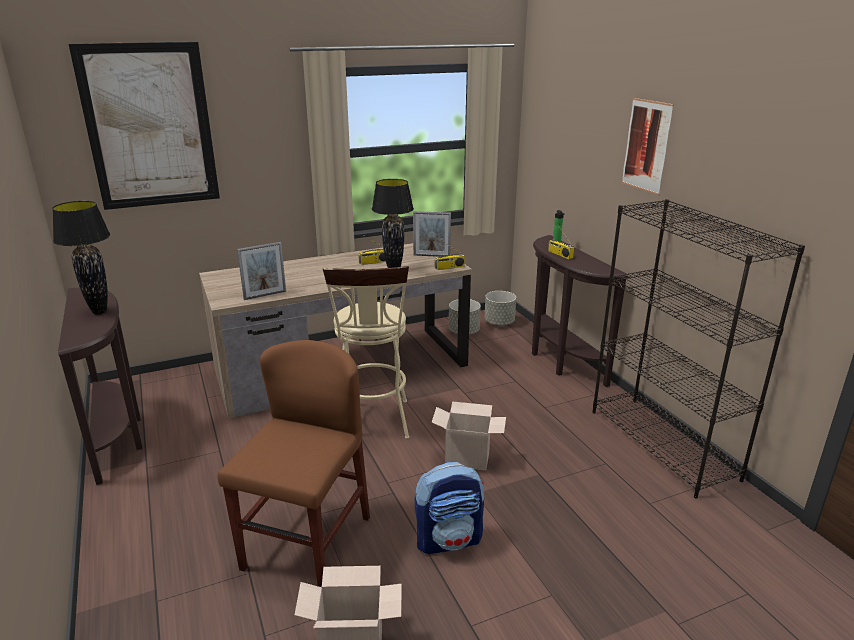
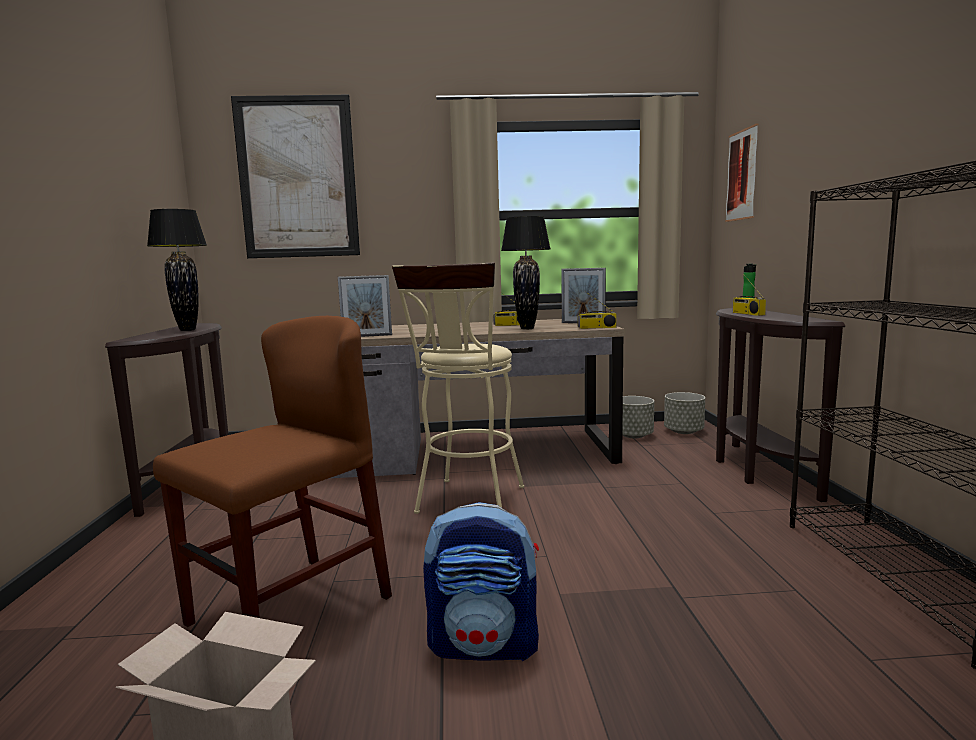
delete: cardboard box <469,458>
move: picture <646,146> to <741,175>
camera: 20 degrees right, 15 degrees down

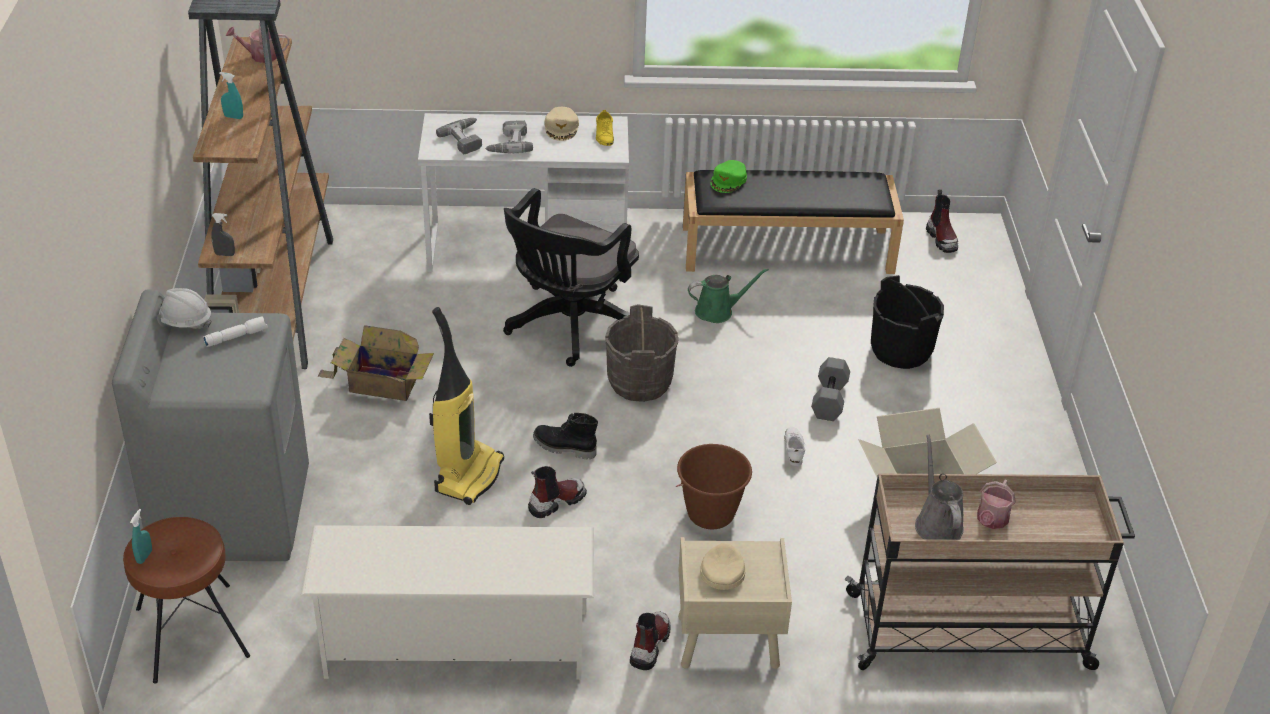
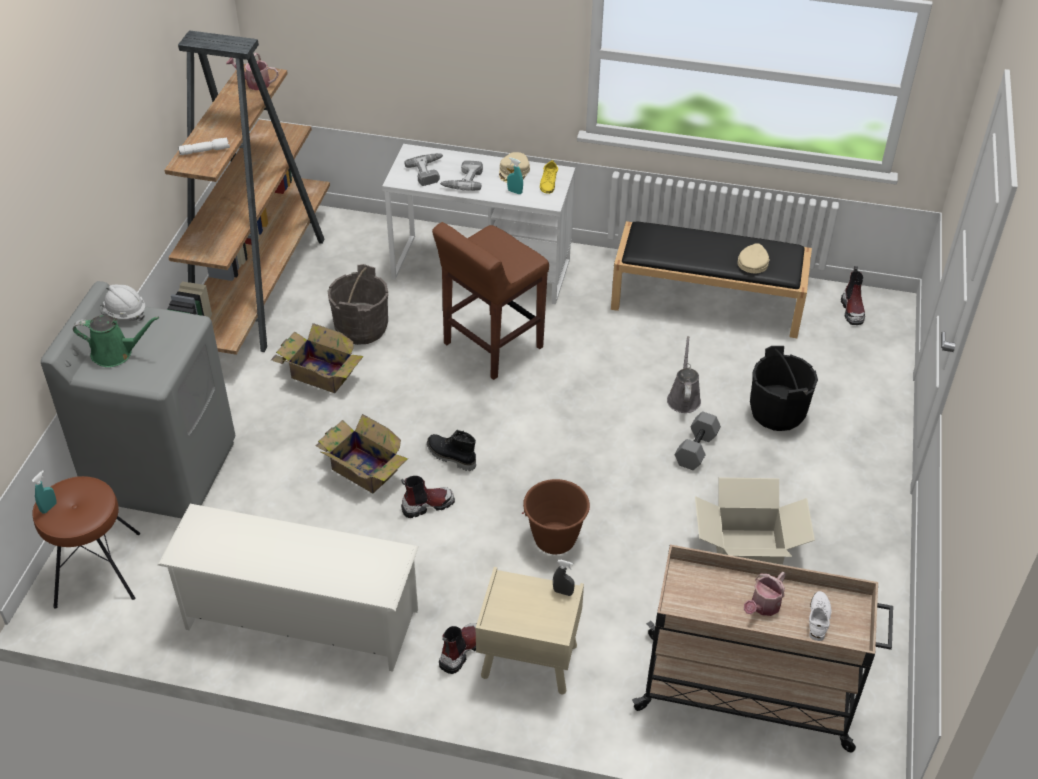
delete: baseball cap/green-coloured <728,180>
move: hand torch/whitish <236,336> to <205,151>; sprayer/gray <225,254> to <563,592>; sprayer/turquoise-coloured <233,117> to <515,192>; water bucket/gray <639,382> to <361,328>; watering can/green-coloured <718,311> to <116,353>; baseball cap/sand-coloured <722,570> to <753,262>; low shoe/whitish <794,449> to <818,618>; watering can/gray <937,523> to <683,398>
replace: vacuum <468,475> to cardboard box <362,468>; computer chair/black <568,327> to stool/brown <491,346>
camera: 15 degrees right, 5 degrees up

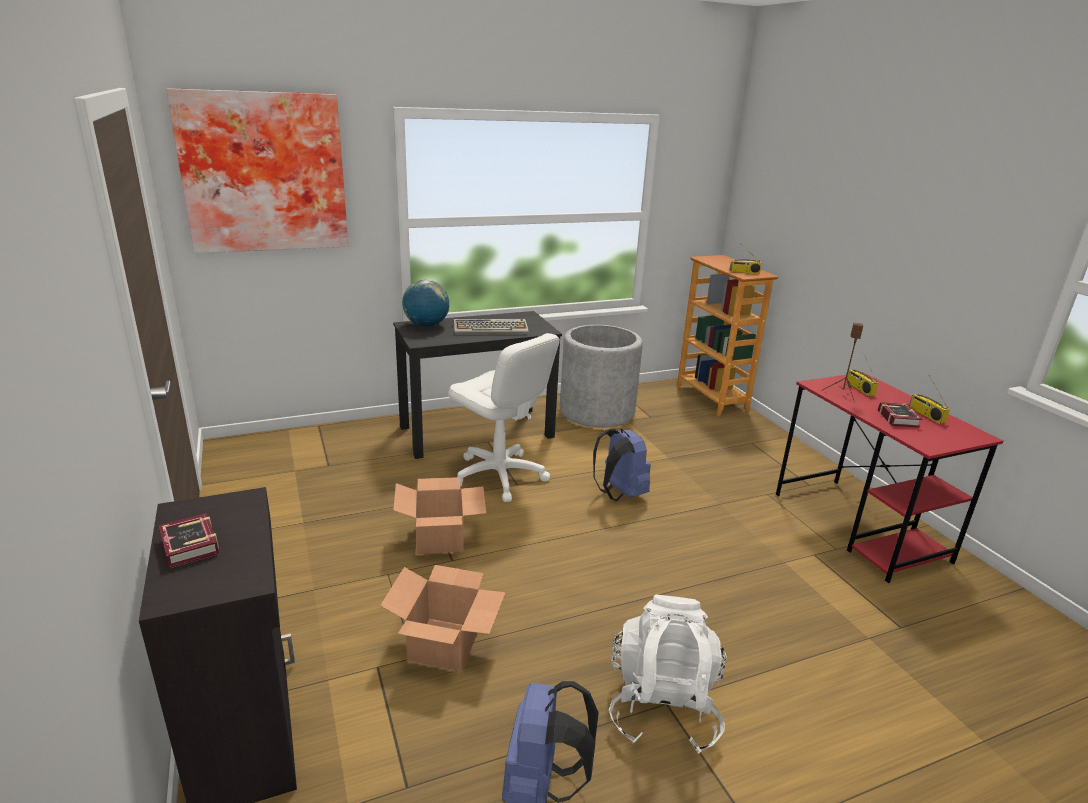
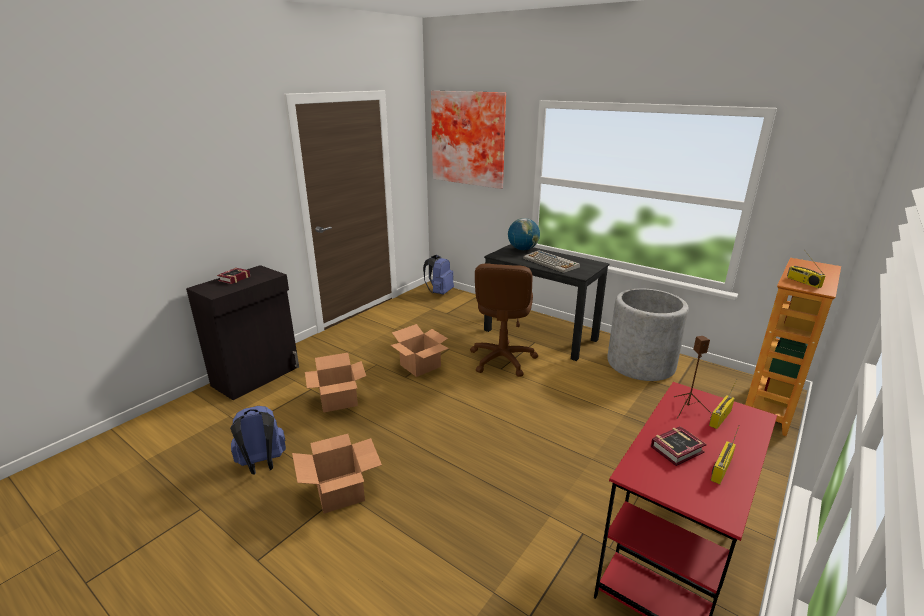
move: rucksack/bluish <619,494> to <439,292>
replace: rucksack/whitish <662,707> to cardboard box <339,491>
recolor: computer chair/whitish <499,476> to computer chair/brown <502,359>
camera: 60 degrees right, 0 degrees up

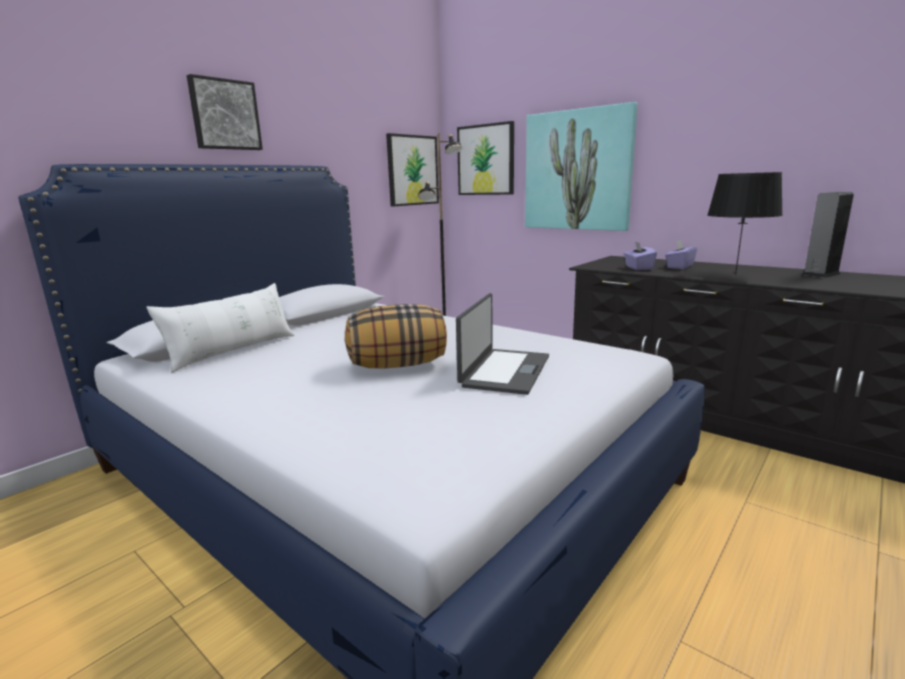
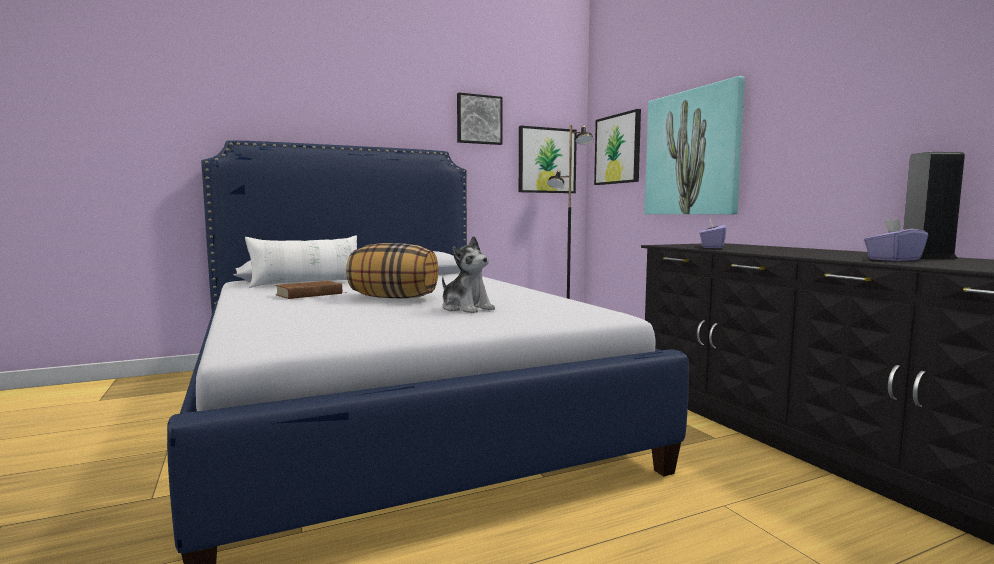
delete: tabletop lamp/black <735,274>
insert: book/brown <309,294>
move: picture <224,115> to <479,119>; tissue holder/purple <679,267> to <893,259>
replace: portable computer <504,371> to plush toy <466,308>
camera: 25 degrees right, 10 degrees down

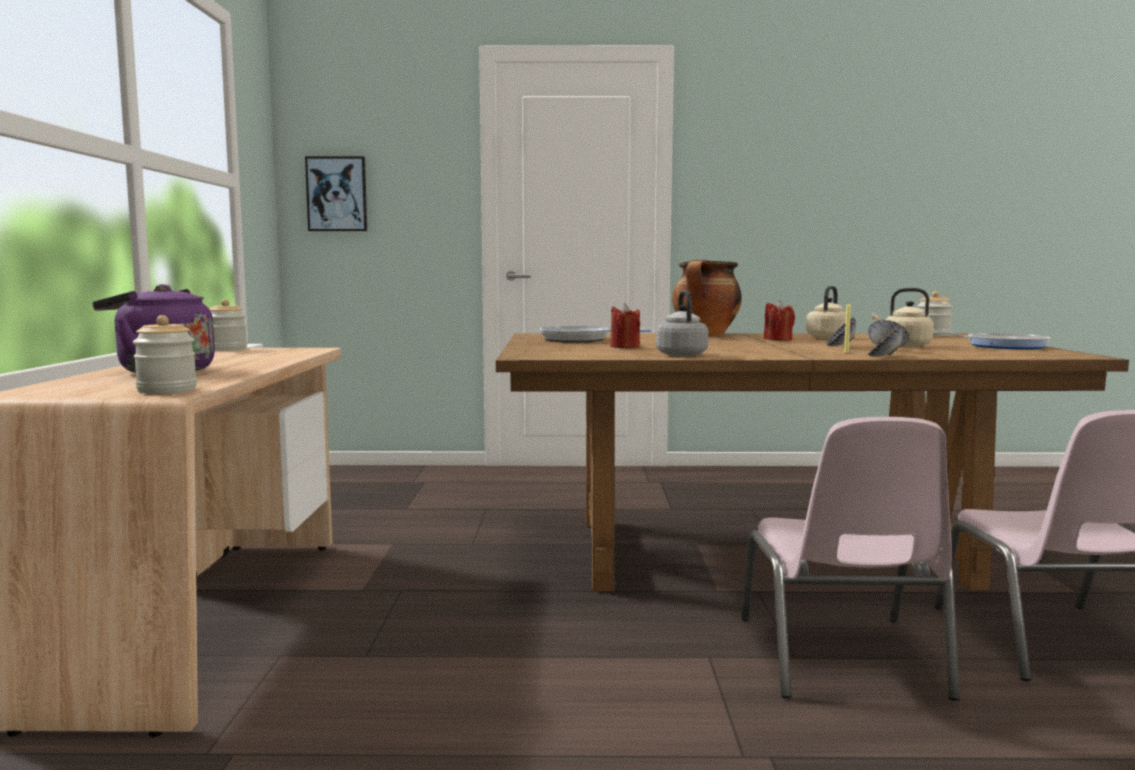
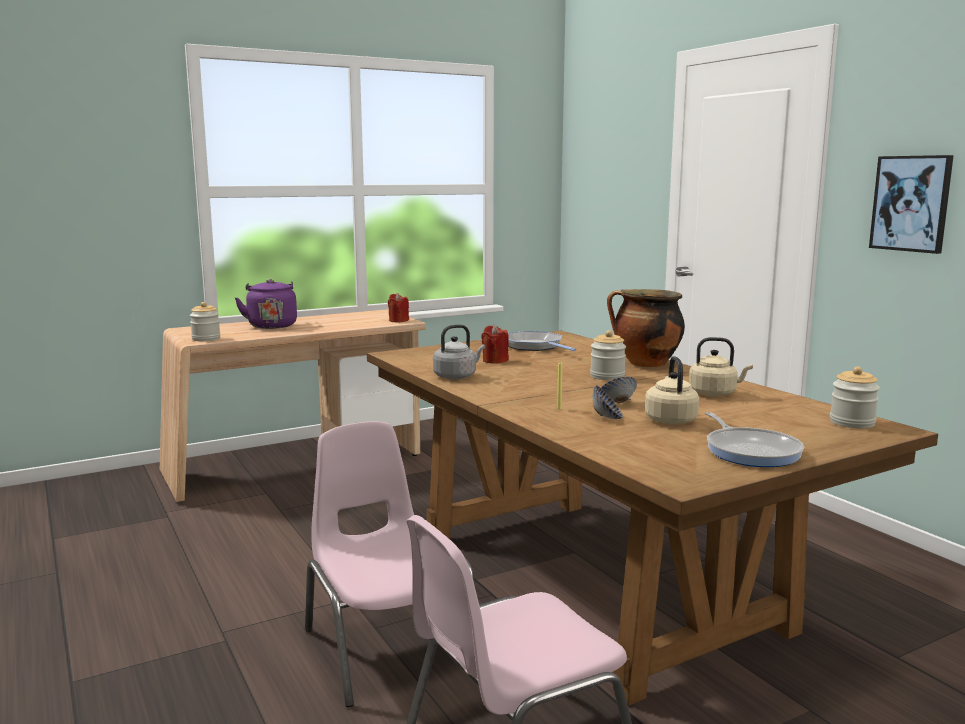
delete: bowl <884,356>
move: storage jar <227,349> to <607,376>; picture <337,194> to <911,203>; candle/red <778,339> to <398,320>
rotate: plain chair/pink-coloured <841,658> = <389,645> 90 degrees clockwise
camera: 60 degrees right, 5 degrees up

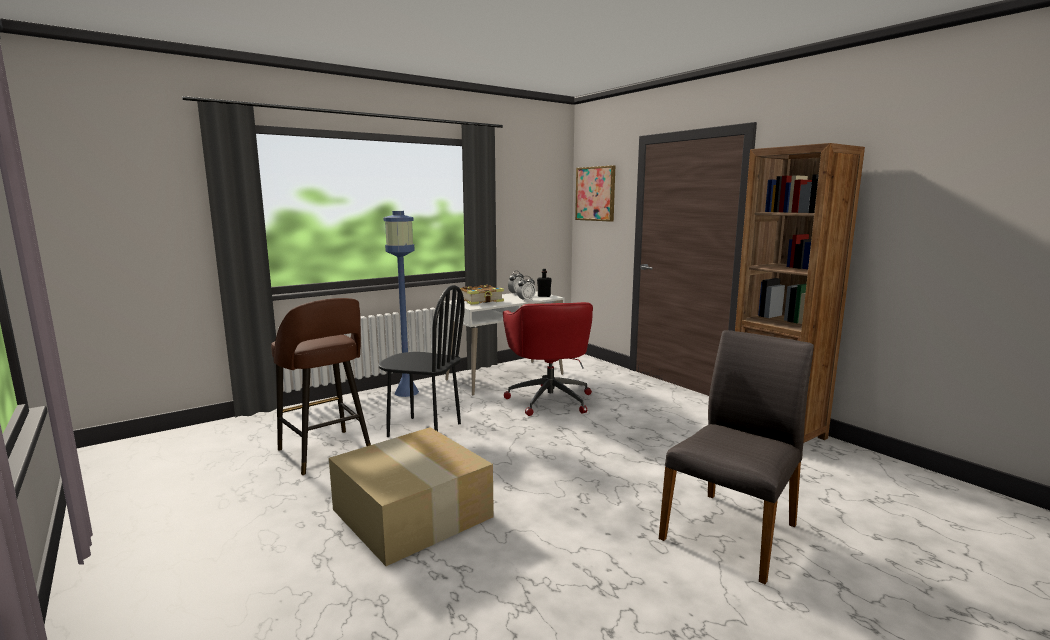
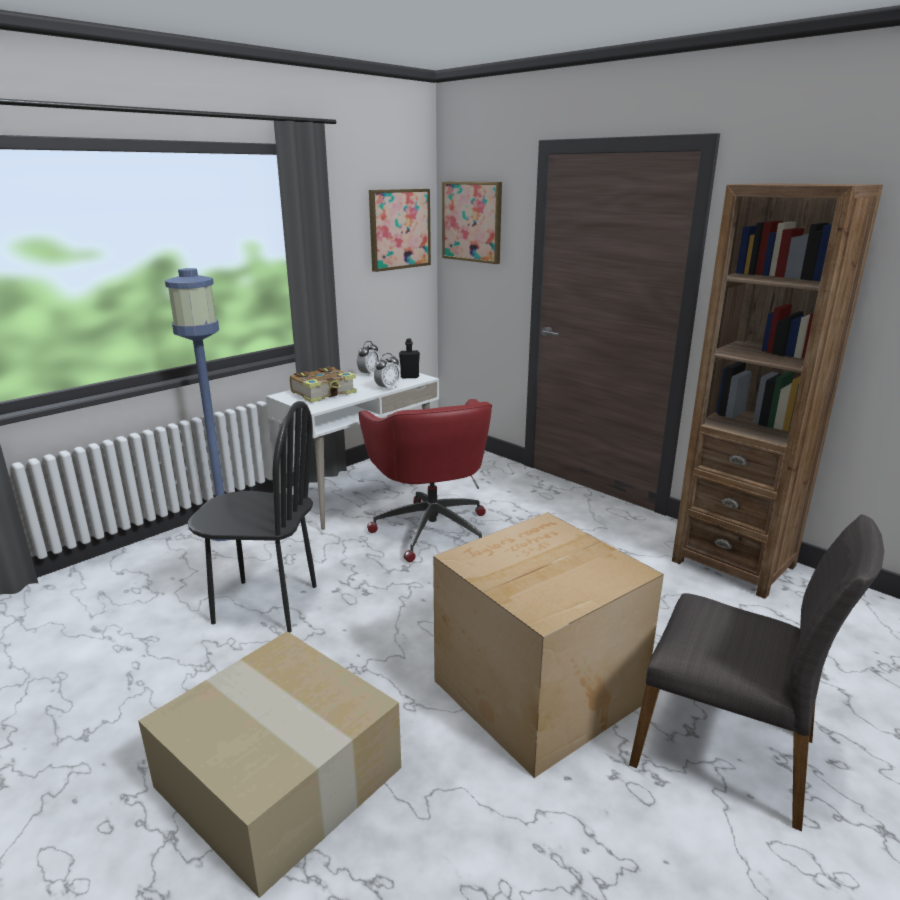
delete: stool/brown <326,452>
insert: picture <399,229>; cardboard box <534,691>
rotate: plain chair/gray <732,531> = <726,750> 90 degrees clockwise
camera: 10 degrees left, 10 degrees up

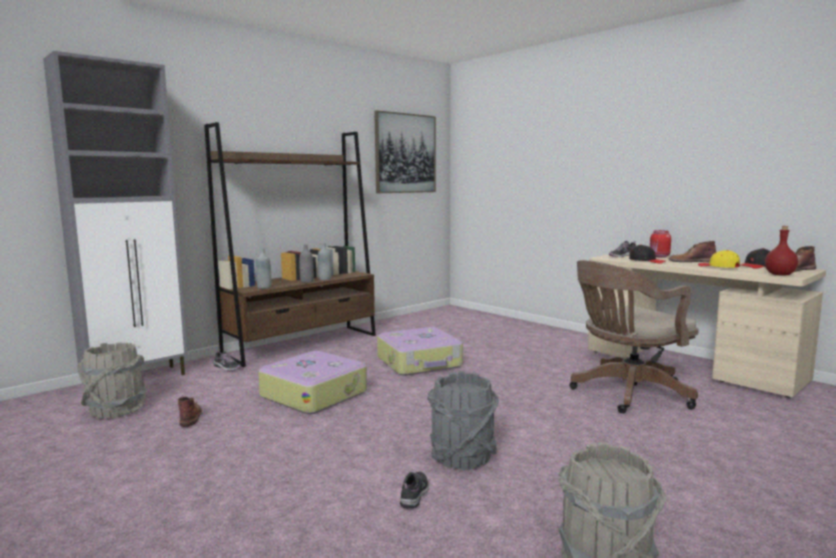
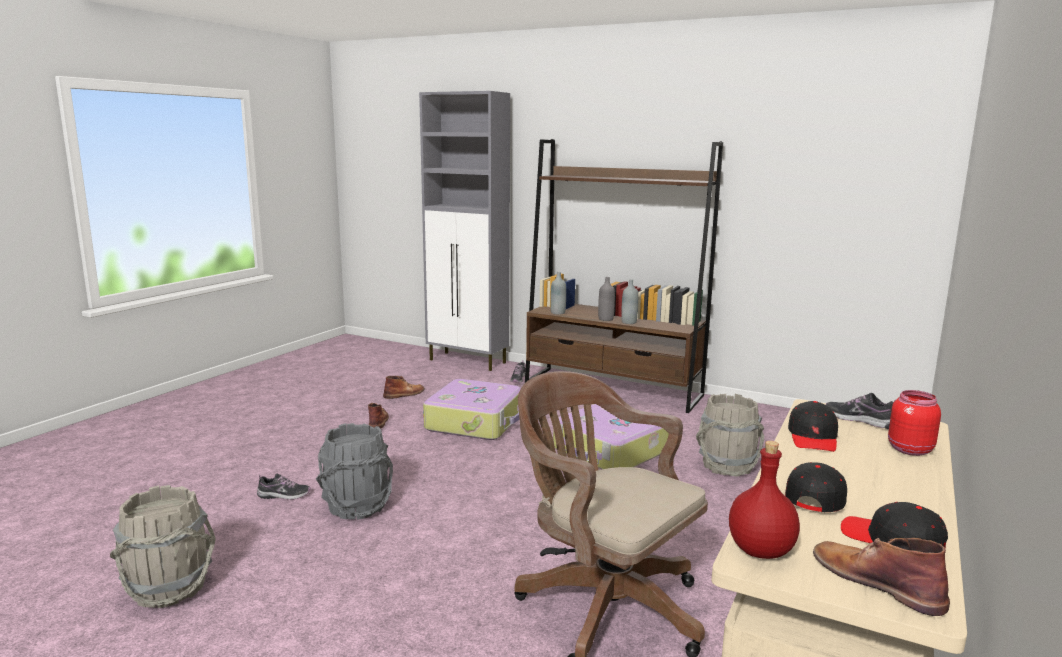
delete: picture <405,153>
move: water bucket/gray <116,410> to <727,466>; high-top boot/brown <691,261> to <378,421>
recolor: baseball cap/yellow-coloured <718,267> to baseball cap/black <816,496>
camera: 70 degrees right, 5 degrees up

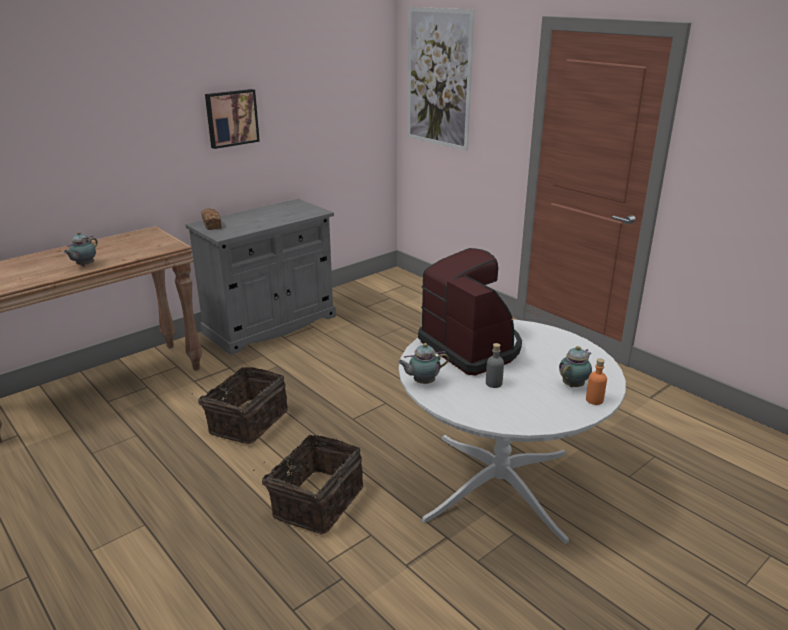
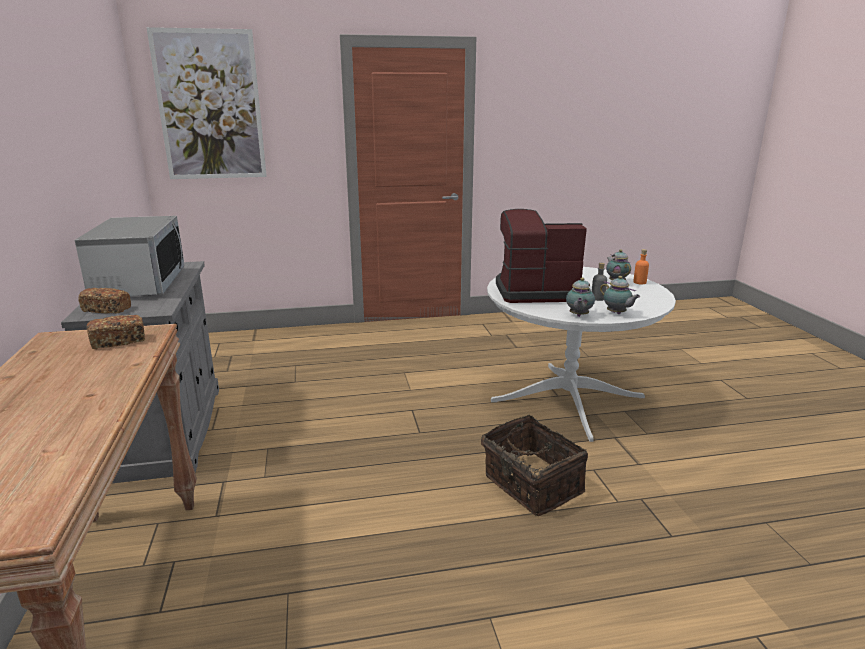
delete: household basket <246,422>; picture <231,118>
insert: microwave <139,284>; baked bread <119,341>
move: teapot <84,265> to <617,313>
camera: 60 degrees left, 5 degrees down

